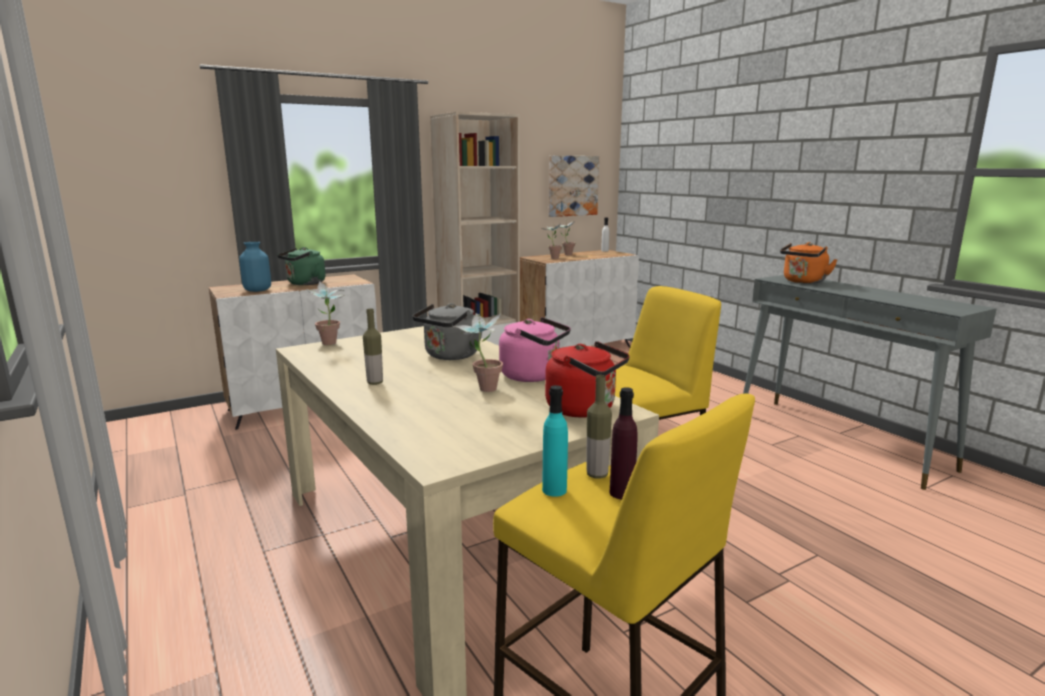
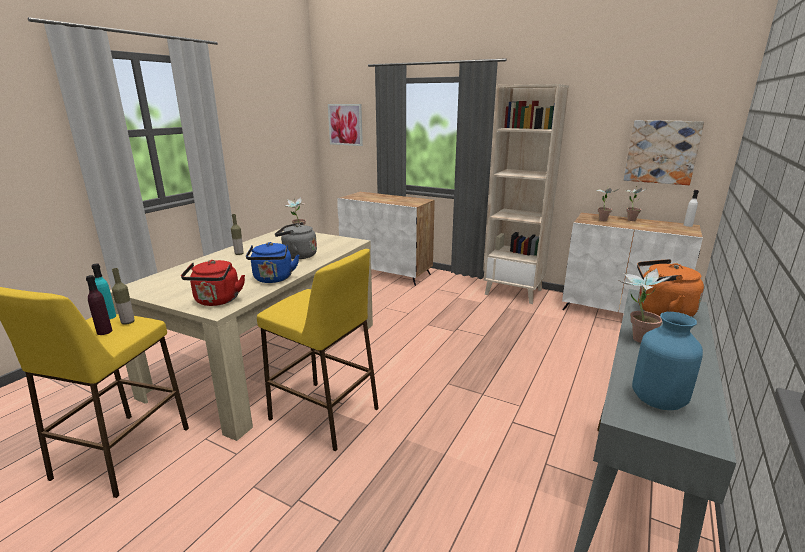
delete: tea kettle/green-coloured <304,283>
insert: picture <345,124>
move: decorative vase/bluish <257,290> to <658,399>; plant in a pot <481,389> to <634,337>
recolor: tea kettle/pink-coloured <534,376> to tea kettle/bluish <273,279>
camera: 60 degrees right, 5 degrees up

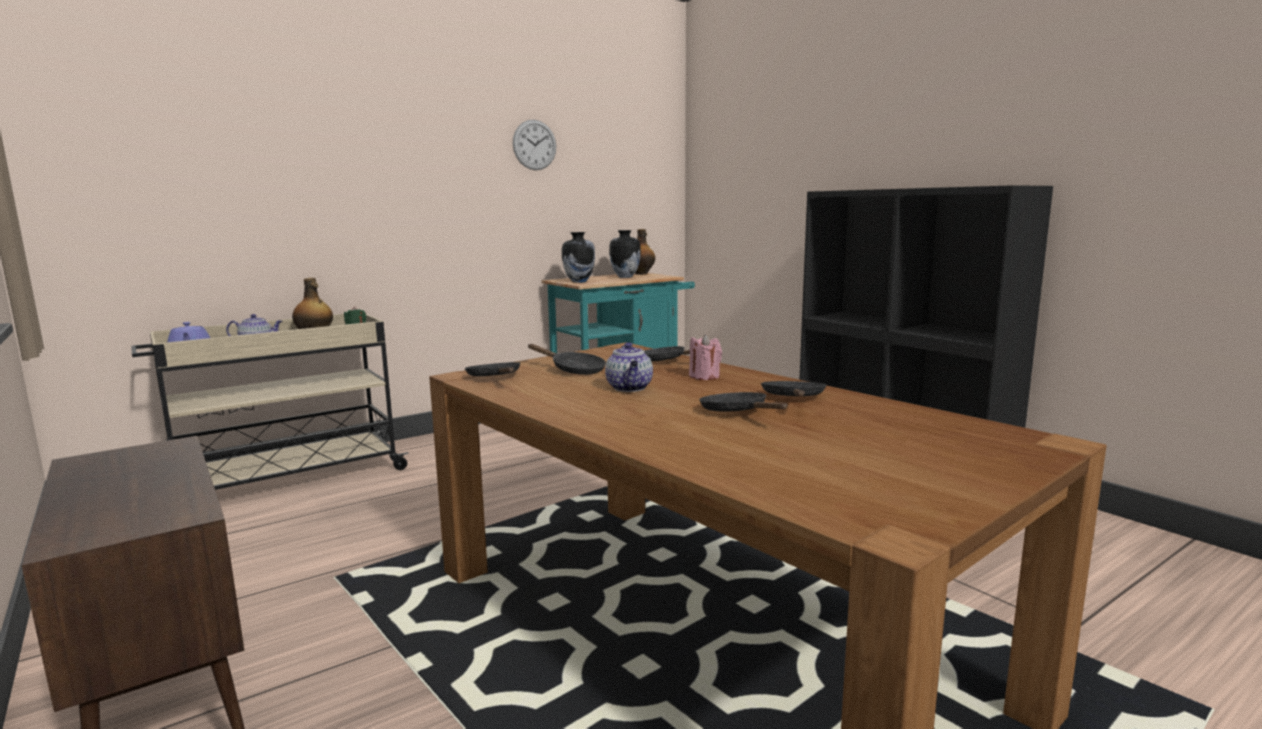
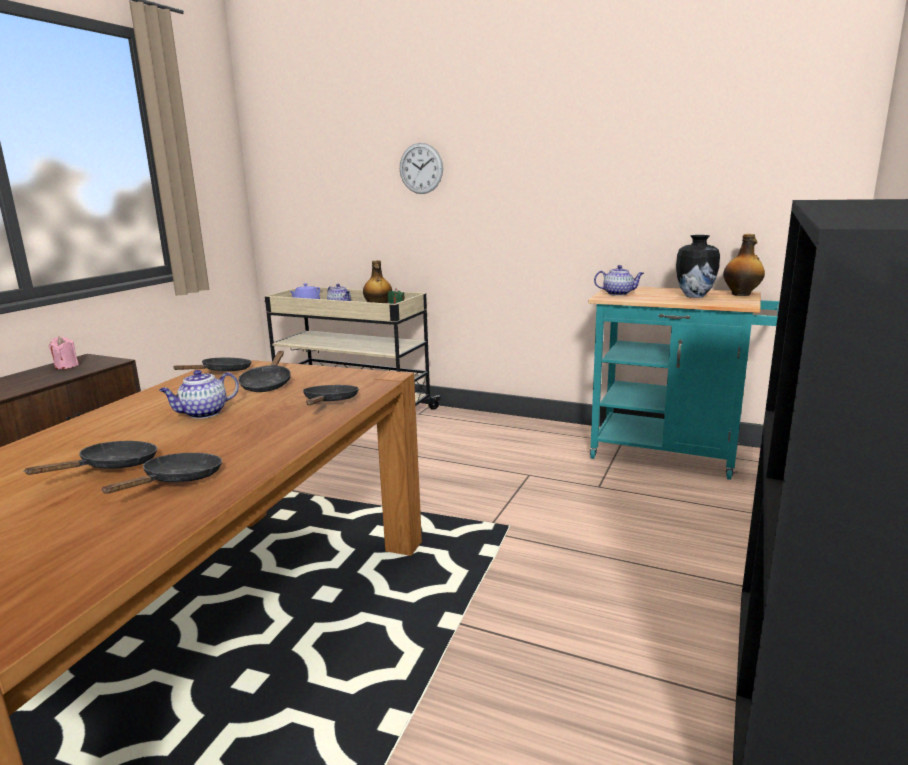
move: wall clock <534,145> to <421,168>; candle/pink-coloured <704,376> to <66,366>
replace: decorative vase <579,281> to teapot <618,293>
rotate: pan/black <793,398> = <178,480> 45 degrees counterclockwise
camera: 60 degrees right, 5 degrees up

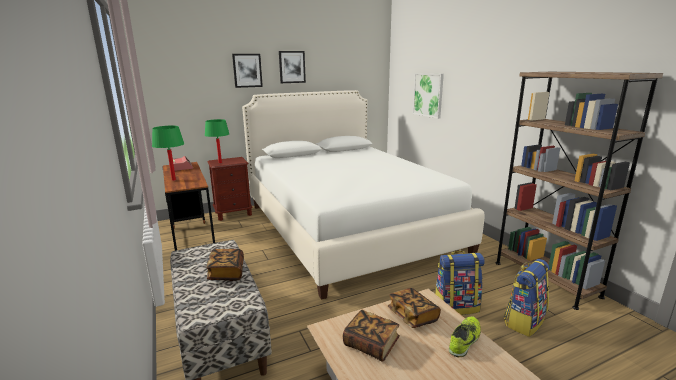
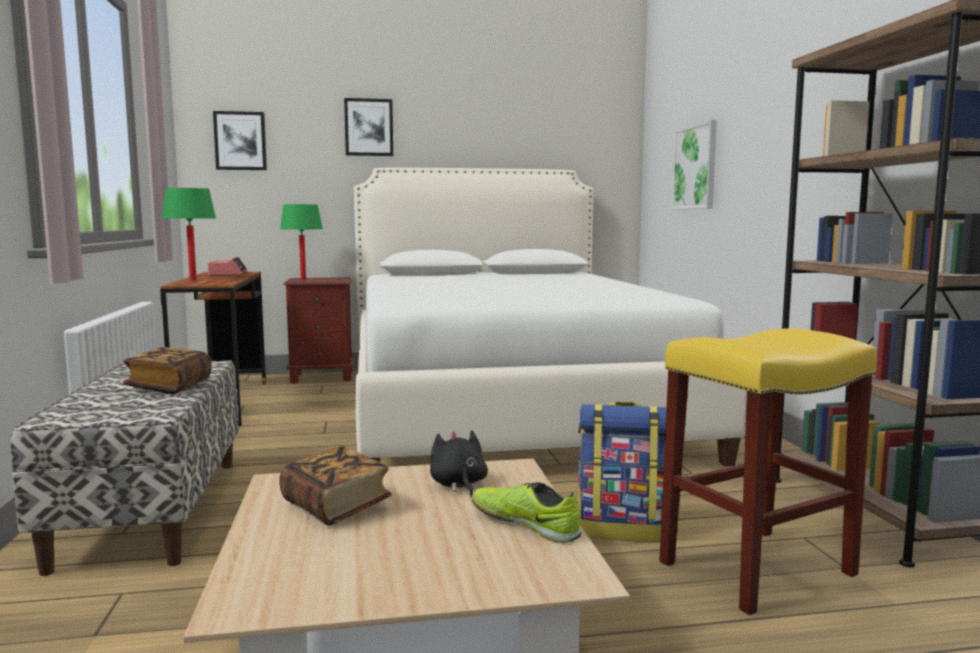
move: picture <292,67> to <240,141>
replace: book <412,316> to plush toy/black <458,485>; rucksack <524,321> to stool/yellow-coloured <757,567>
rotate: low shoe <465,340> = <525,524> 105 degrees counterclockwise
camera: 15 degrees right, 10 degrees down

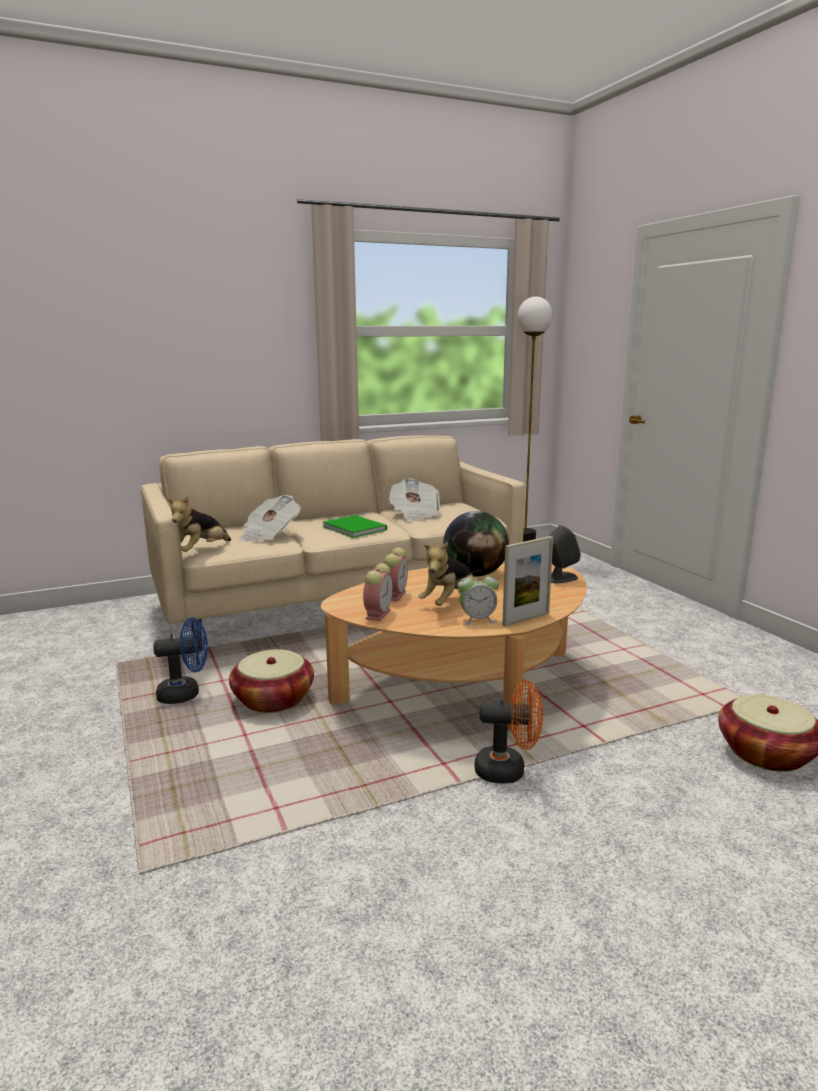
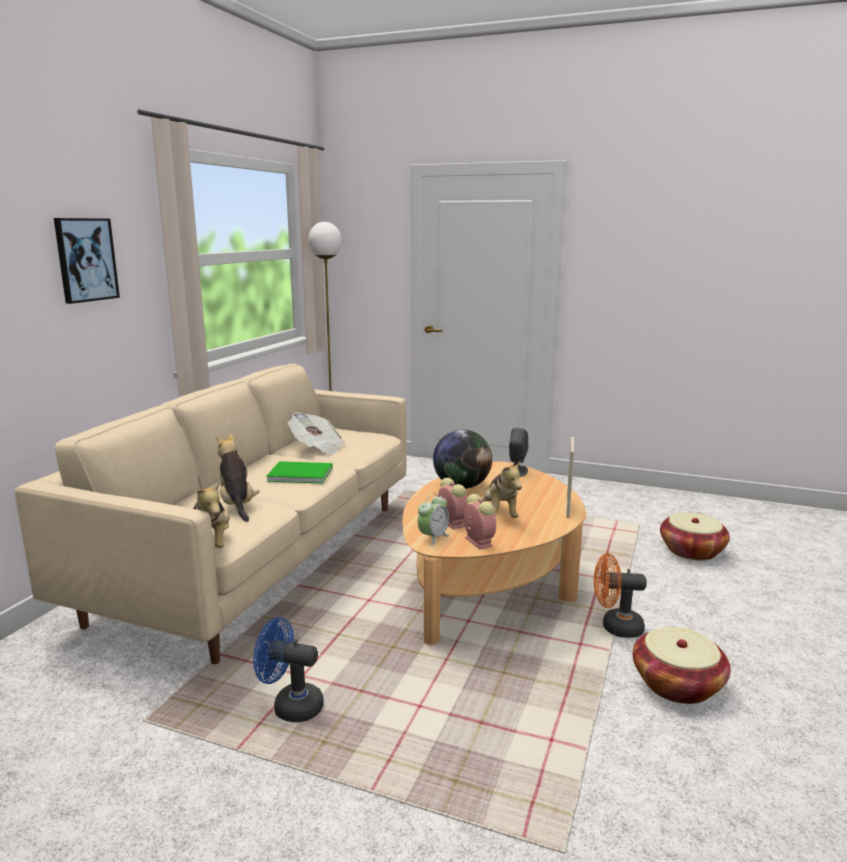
insert: picture <86,260>
move: household basket <273,699> to <677,685>; bedside clock <477,620> to <433,537>
replace: newspaper <269,535> to plush toy <237,504>
rotate: cooling fan/bluish <186,694> = <290,706> 105 degrees counterclockwise; cooling fan/orange-coloured <508,770> = <615,627> 135 degrees counterclockwise
camera: 45 degrees left, 0 degrees up

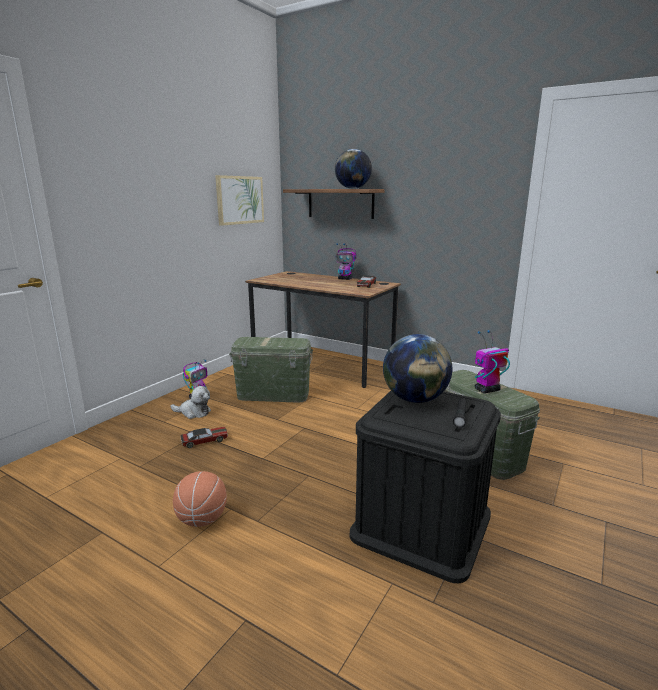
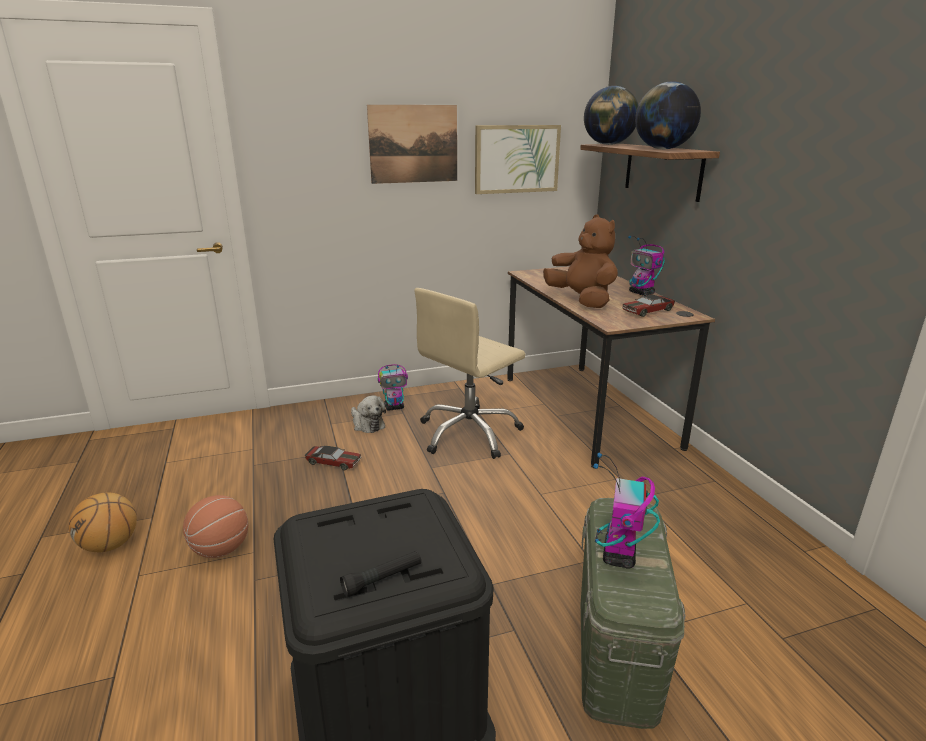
insert: ball for basketball <110,545>; picture <413,144>; plush toy/brown <582,300>
move: globe <415,399> to <608,144>
replace: storage bin/green-coloured <273,395> to computer chair/sand-coloured <469,433>
rotate: toy robot <486,390> = <619,556> 90 degrees counterclockwise
camera: 40 degrees right, 5 degrees up

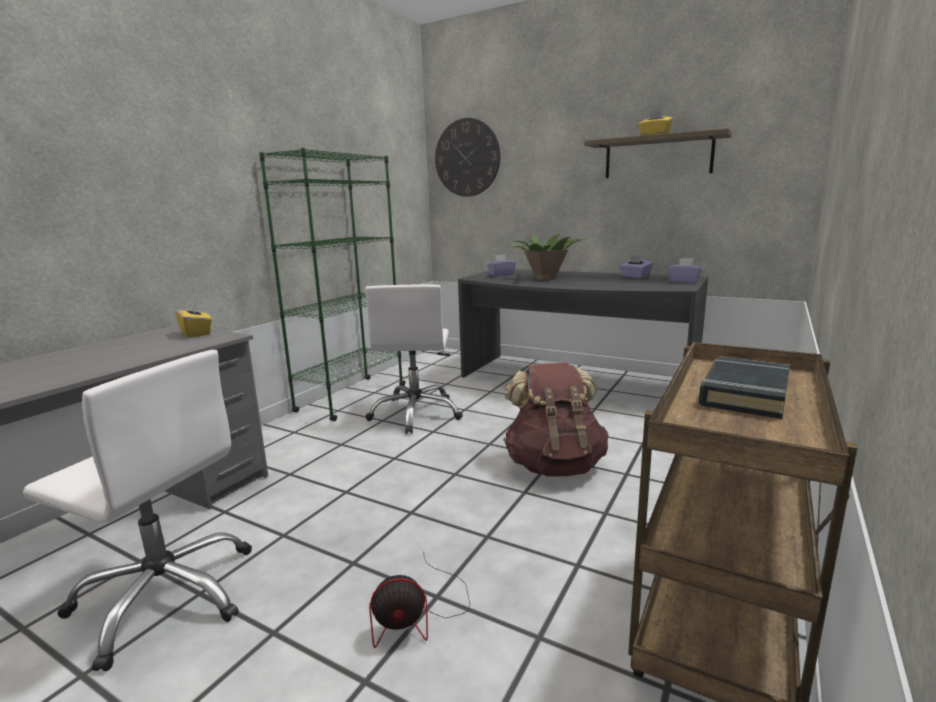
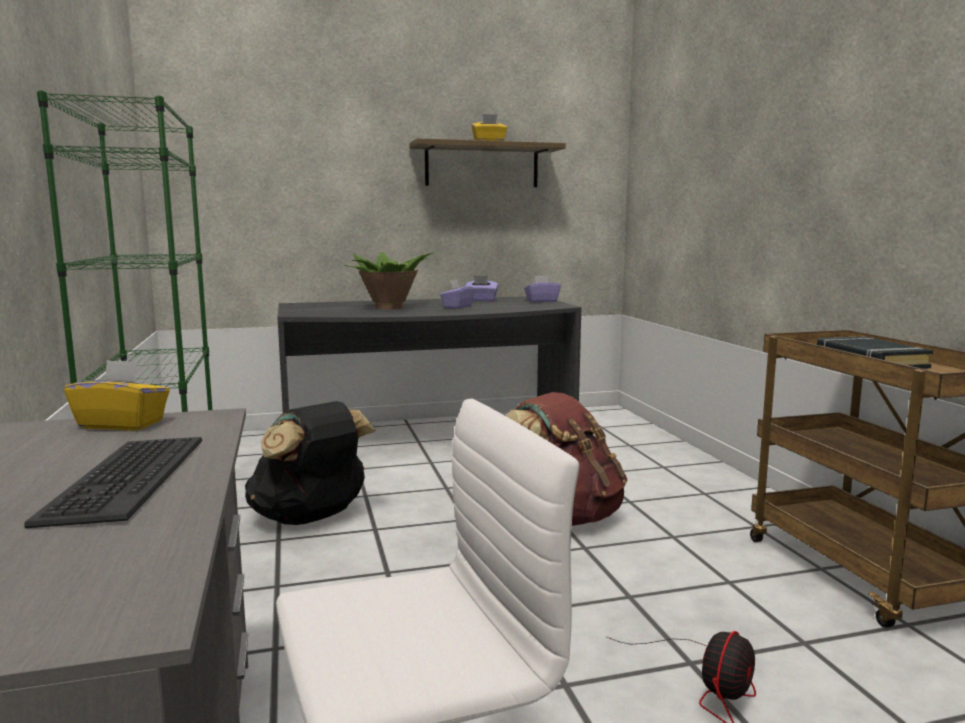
delete: wall clock <467,158>
insert: PC keyboard <125,479>
move: tissue holder/purple <501,275> to <457,307>
replace: computer chair/whitish <416,413> to rucksack/black <311,518>
camera: 45 degrees left, 5 degrees down

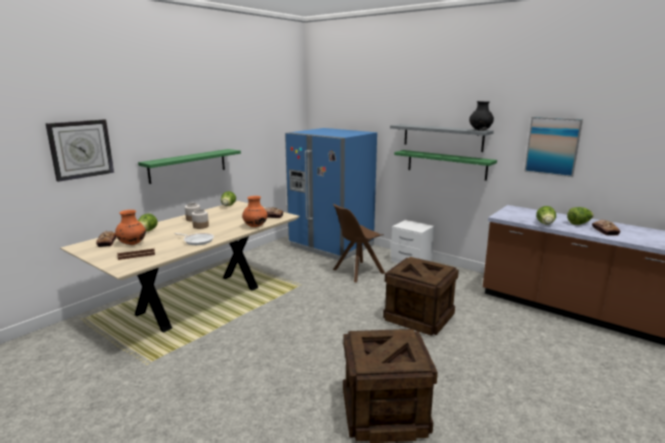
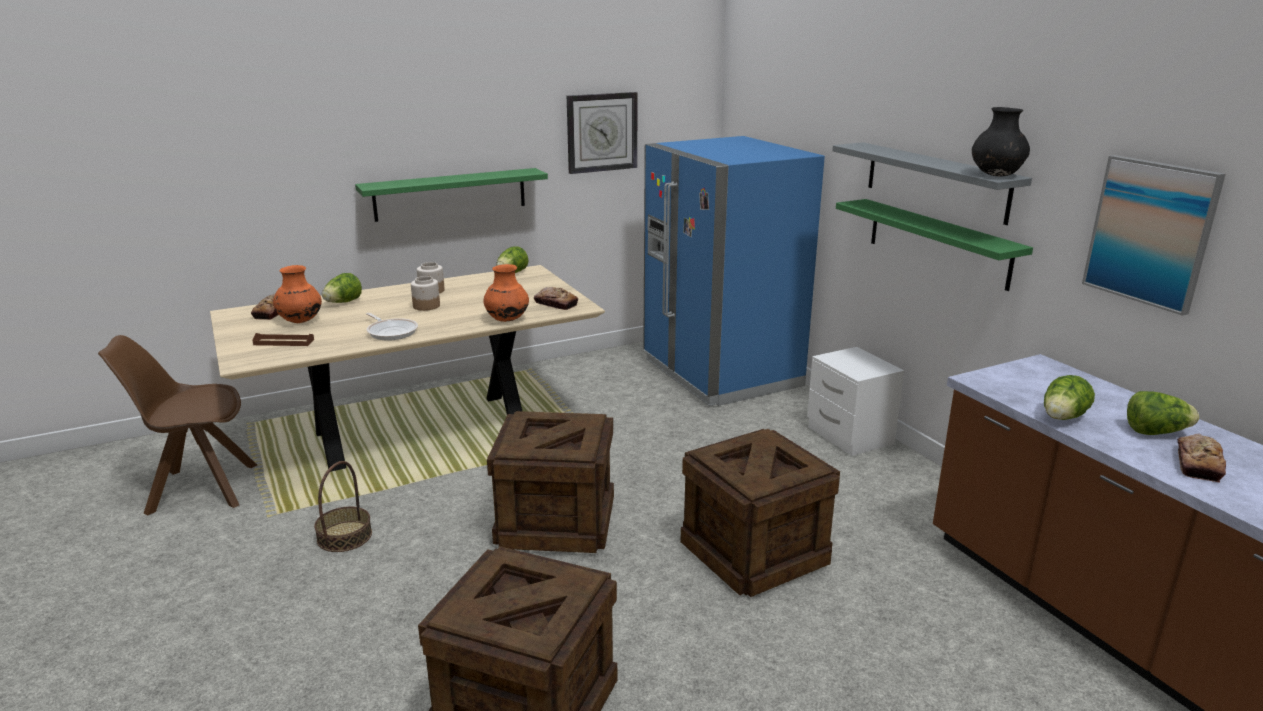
insert: household basket <344,536>; packing crate <556,522>
move: wall clock <81,149> to <602,132>; plain chair/brown <357,272> to <199,489>
camera: 25 degrees right, 5 degrees up

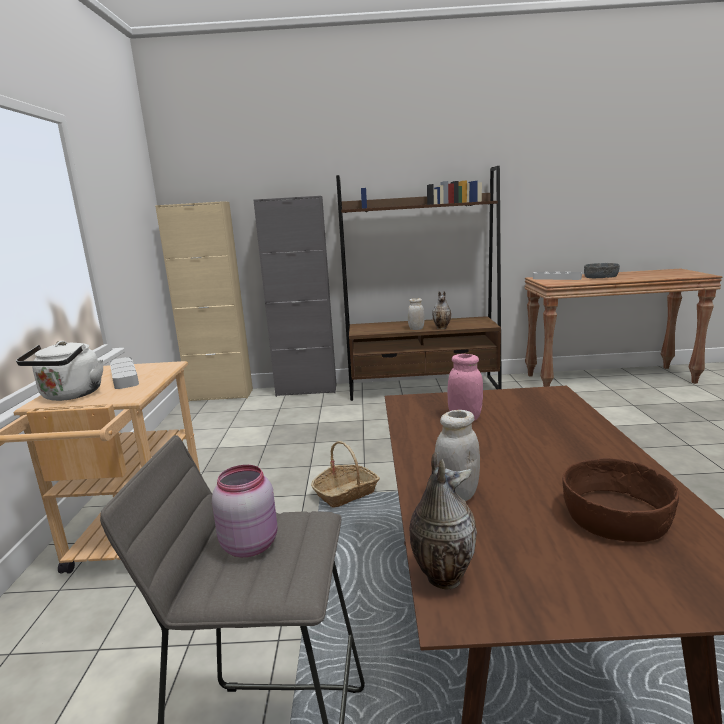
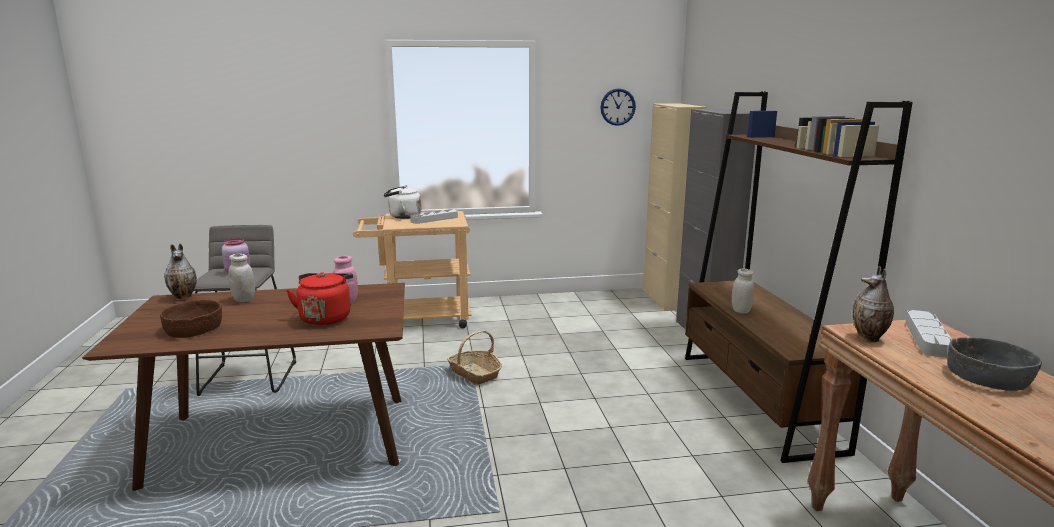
insert: tea kettle/red <326,317>; wall clock <617,107>
move: decorative vase <442,328> to <869,338>
camera: 80 degrees right, 0 degrees up

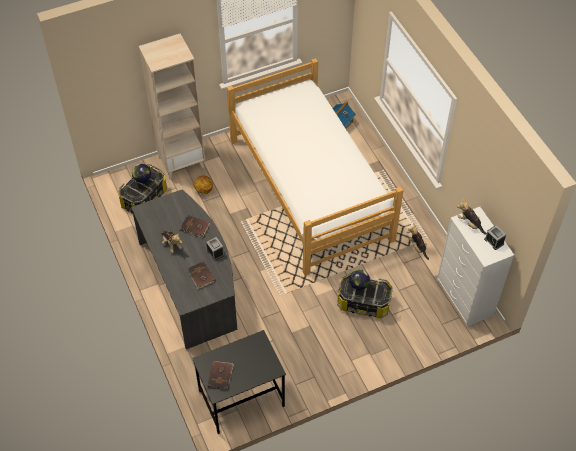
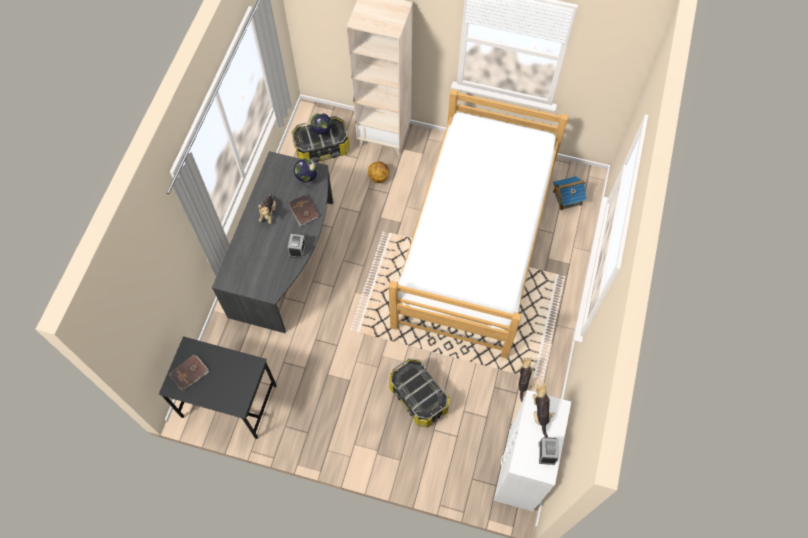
delete: book/brown <201,276>
move: globe <358,288> to <307,180>
camera: 40 degrees right, 10 degrees up

